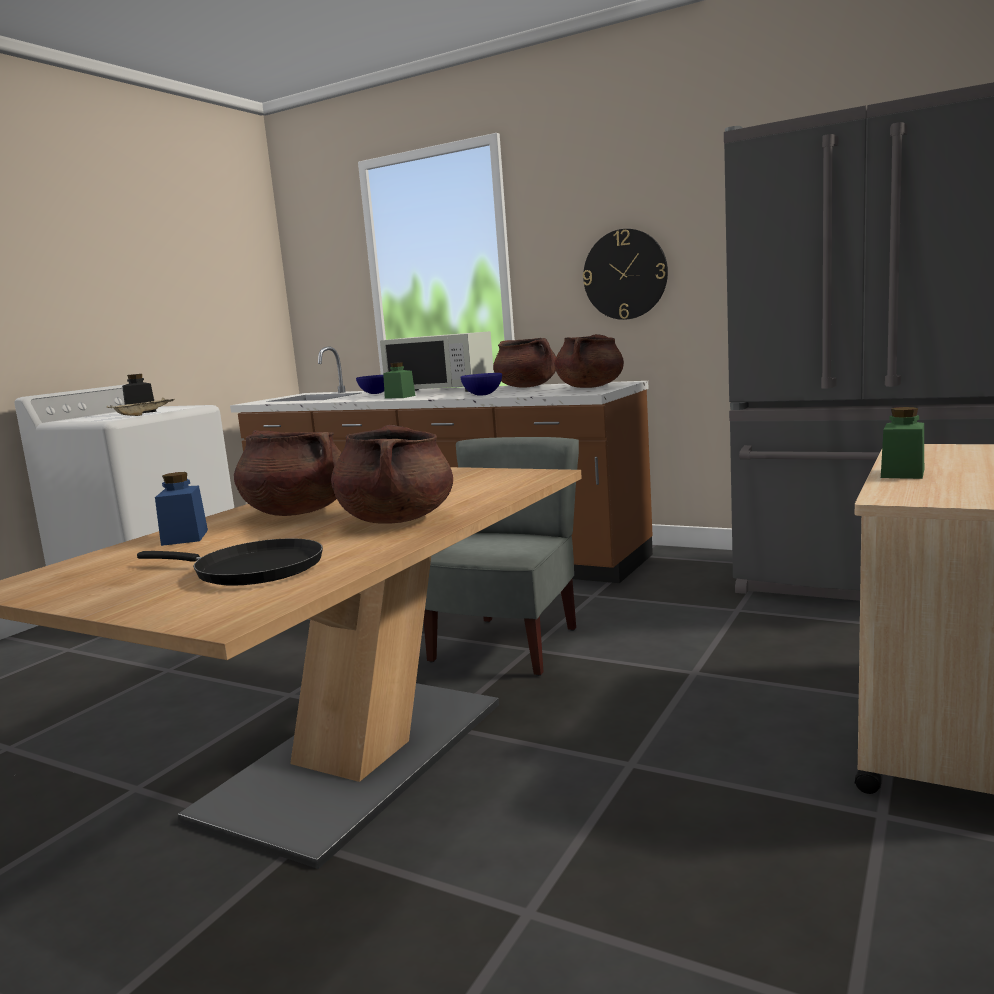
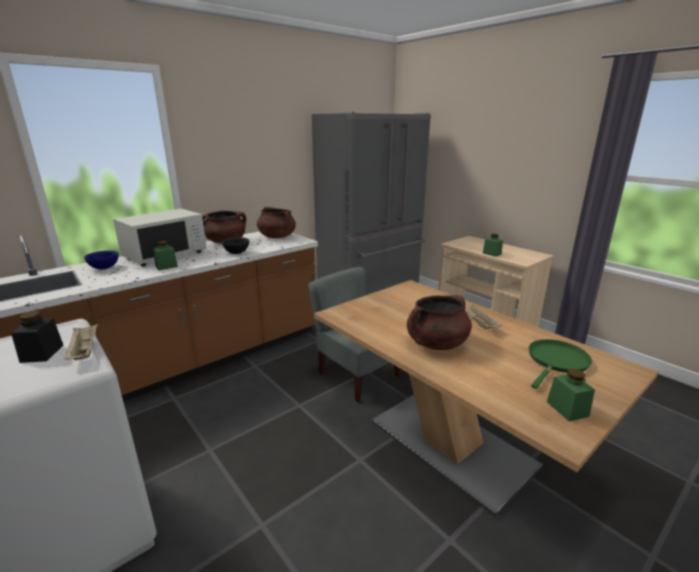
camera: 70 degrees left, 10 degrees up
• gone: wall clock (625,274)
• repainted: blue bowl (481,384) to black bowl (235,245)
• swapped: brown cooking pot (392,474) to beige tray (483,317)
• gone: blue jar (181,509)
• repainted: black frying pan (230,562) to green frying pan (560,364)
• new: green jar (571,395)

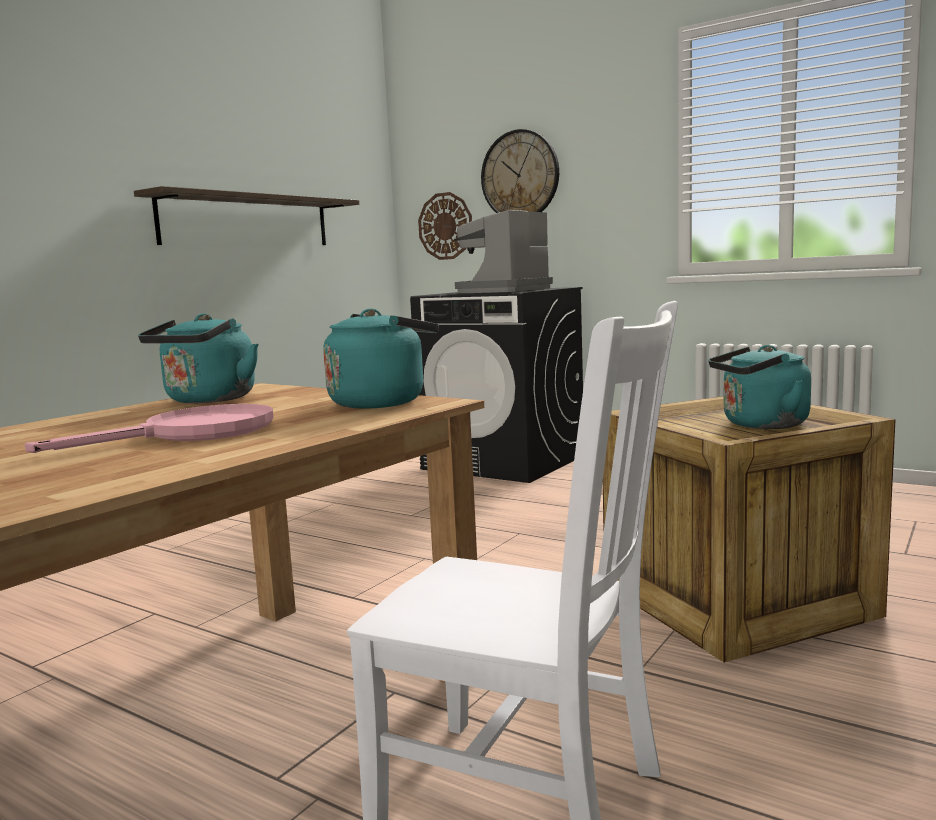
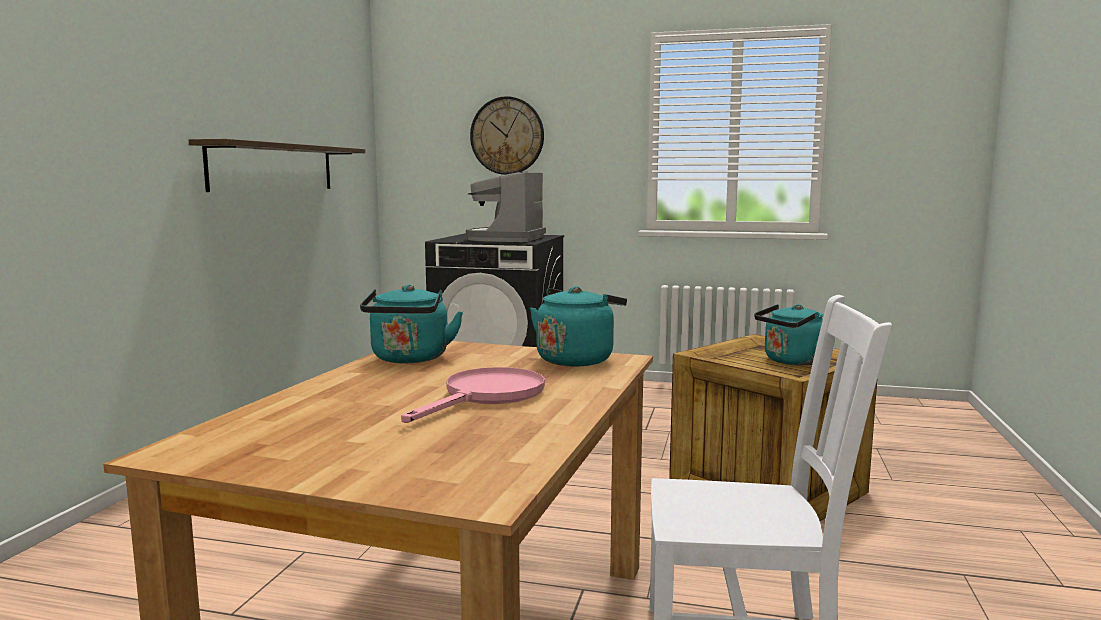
camera: 20 degrees left, 0 degrees up
• gone: wall clock (445,226)

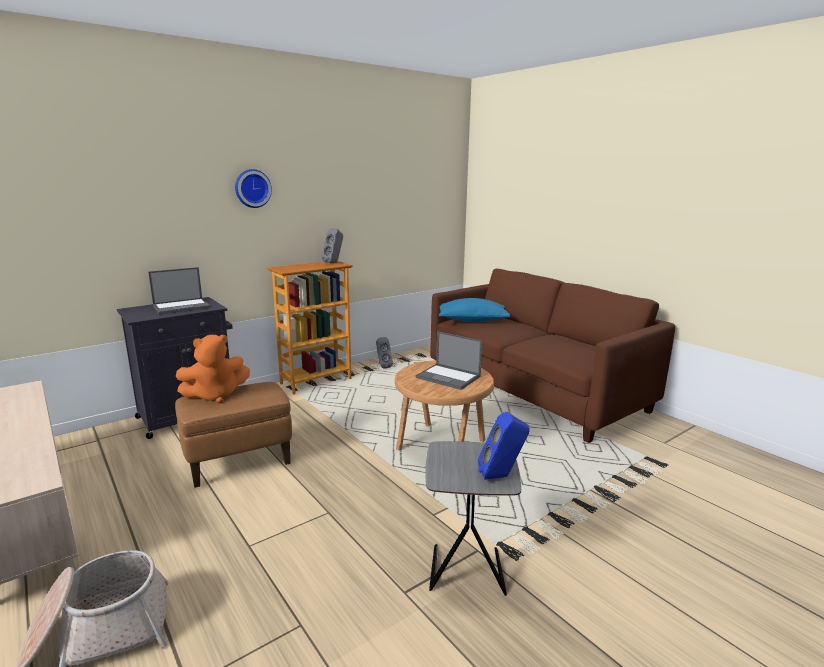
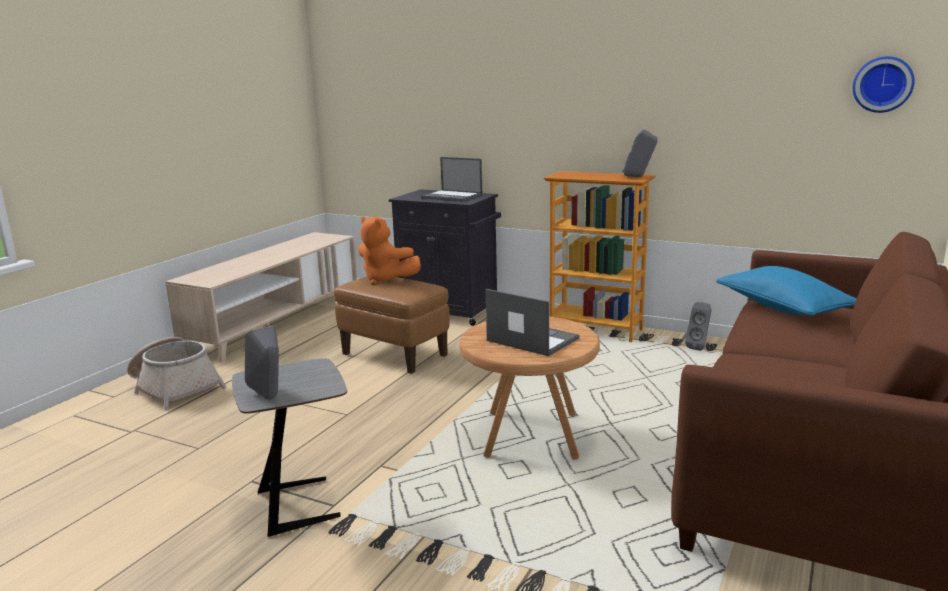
camera: 65 degrees right, 0 degrees up
• shifted: wall clock (253,188) to (884,84)
• rotated: laptop (449,360) = (533,322) 120 degrees clockwise
• repainted: blue speaker (503,445) to grey speaker (262,362)

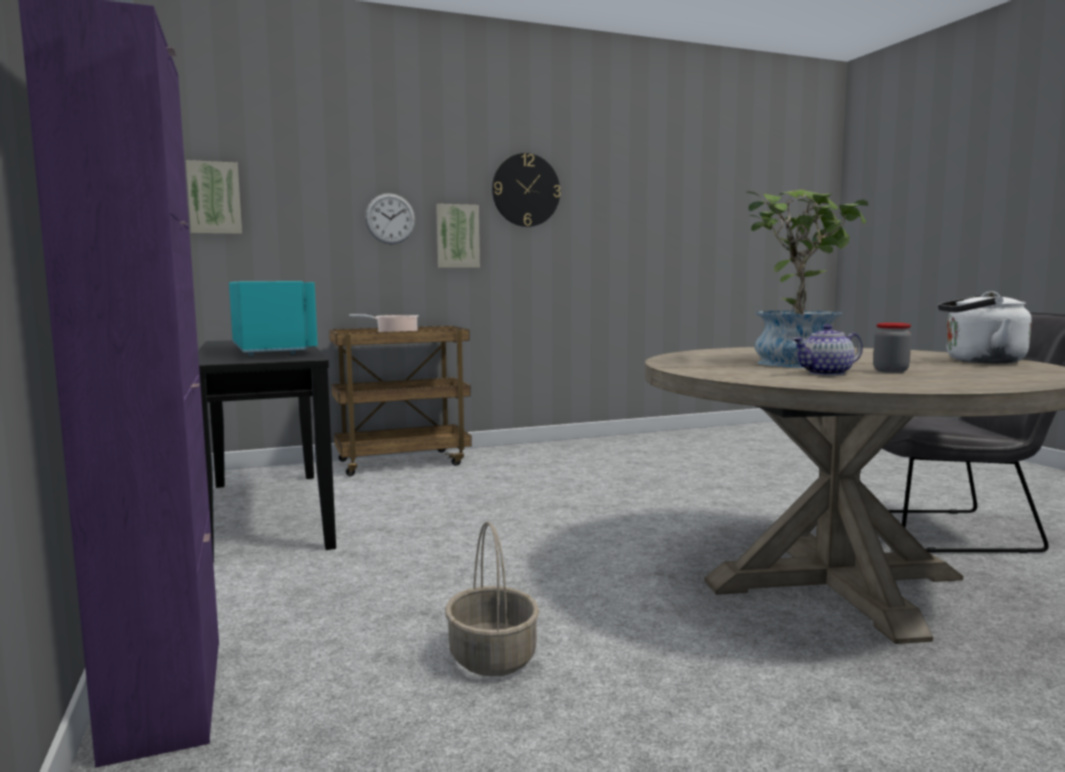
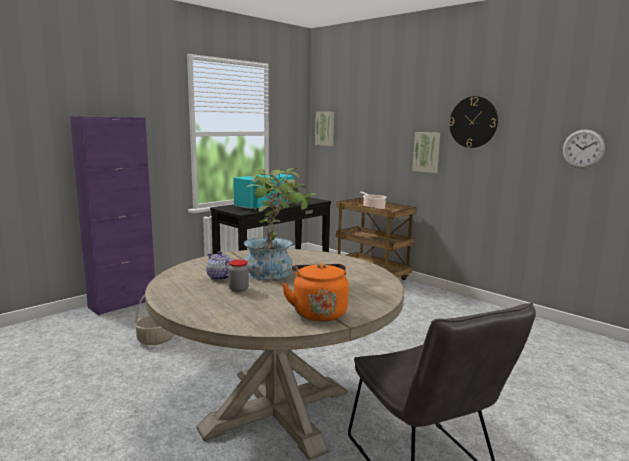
camera: 65 degrees right, 5 degrees up
• shifted: wall clock (390,218) to (584,148)
• repainted: white kettle (985,327) to orange kettle (315,292)

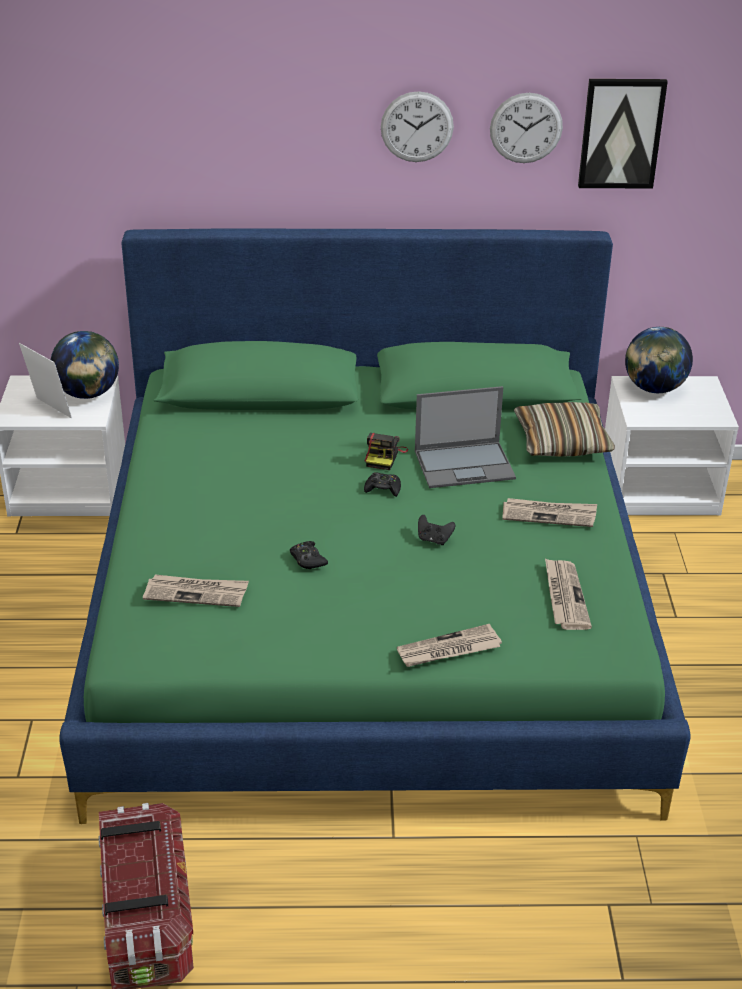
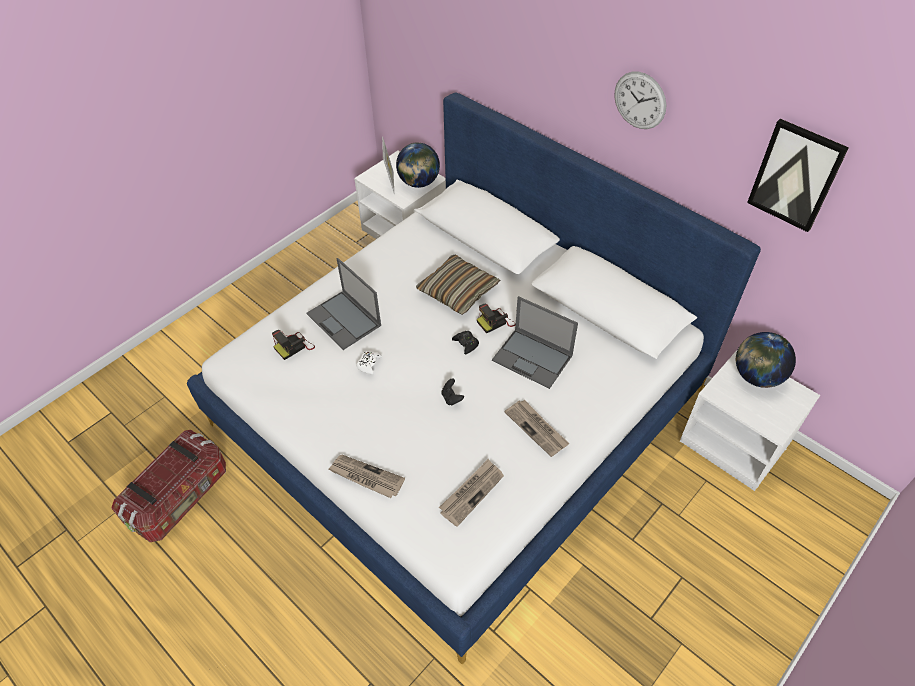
camera: 45 degrees right, 15 degrees up
• gone: wall clock (526,128)
• repainted: green bed (375,526) to white bed (474,378)
• shifted: pillow (564,429) to (458,285)
• repainted: black game controller (309,555) to white game controller (369,363)
• swapped: newspaper (196,591) to photo camera (293,345)
• new: laptop (343,304)

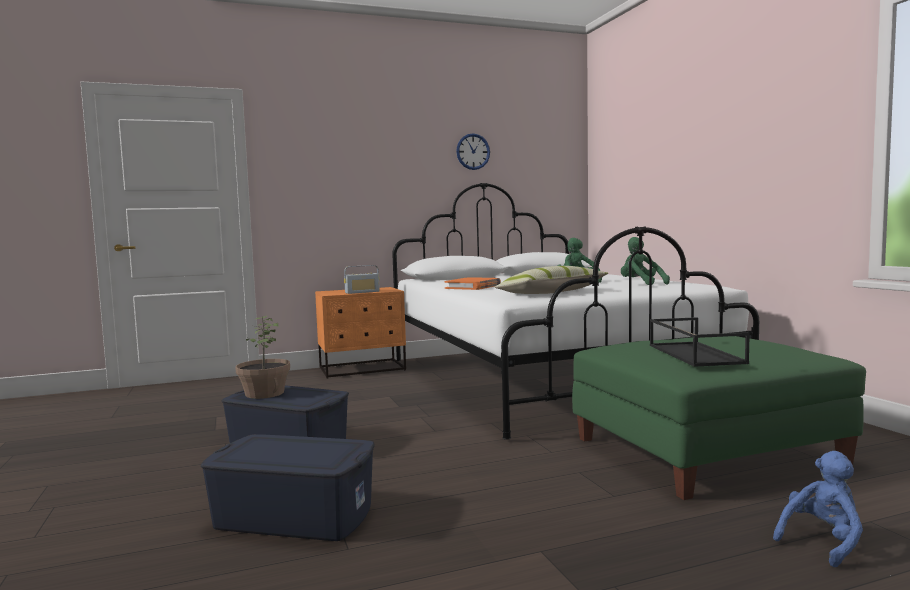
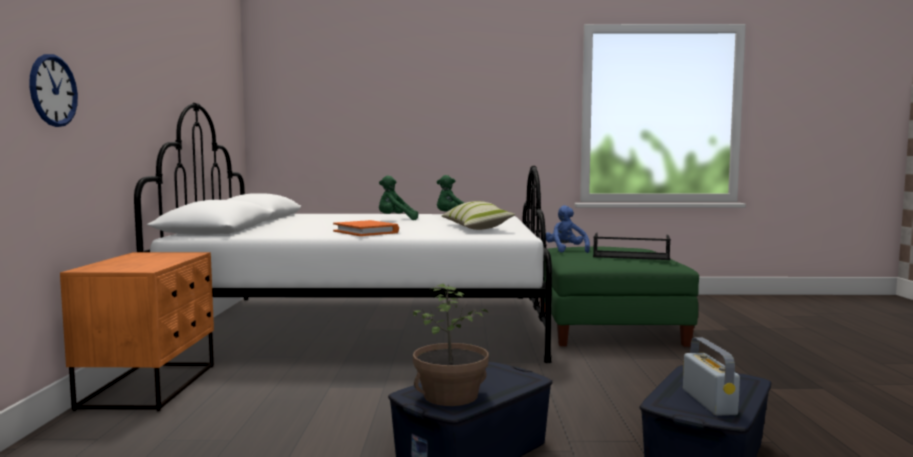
camera: 70 degrees left, 0 degrees up
• shifted: wall clock (473,151) to (53,90)
• shifted: radio (362,279) to (711,376)
• shifted: blue plush toy (818,509) to (568,229)

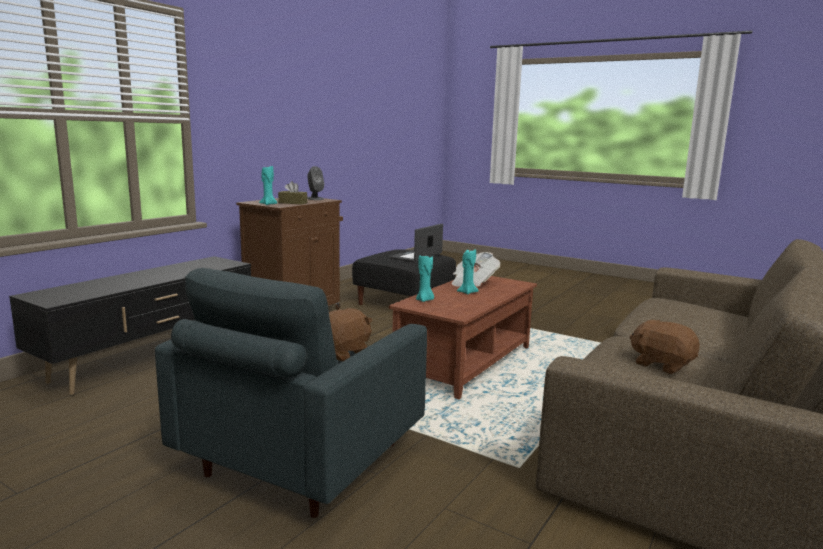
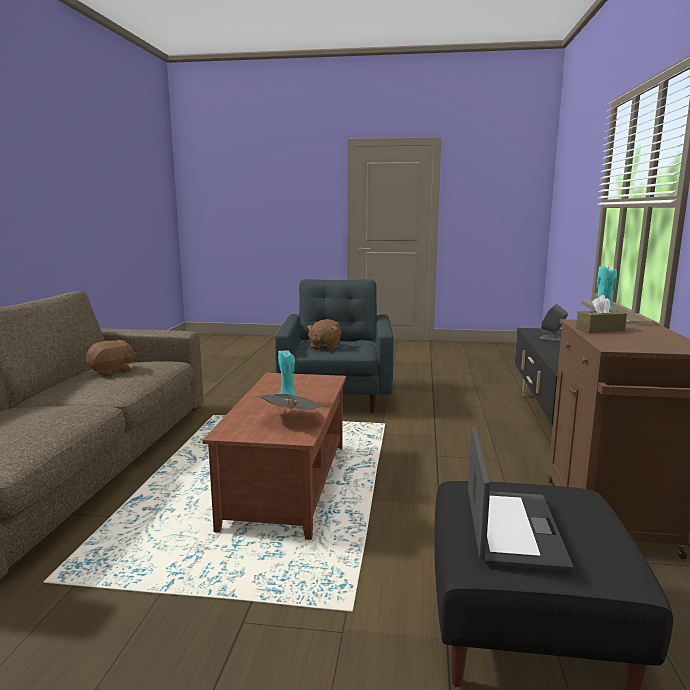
camera: 155 degrees right, 0 degrees up
• shifted: grey speaker (315,183) to (554,322)
• gone: turquoise candle (425,278)
• rotated: brown plush toy (665,347) = (111,358) 60 degrees counterclockwise

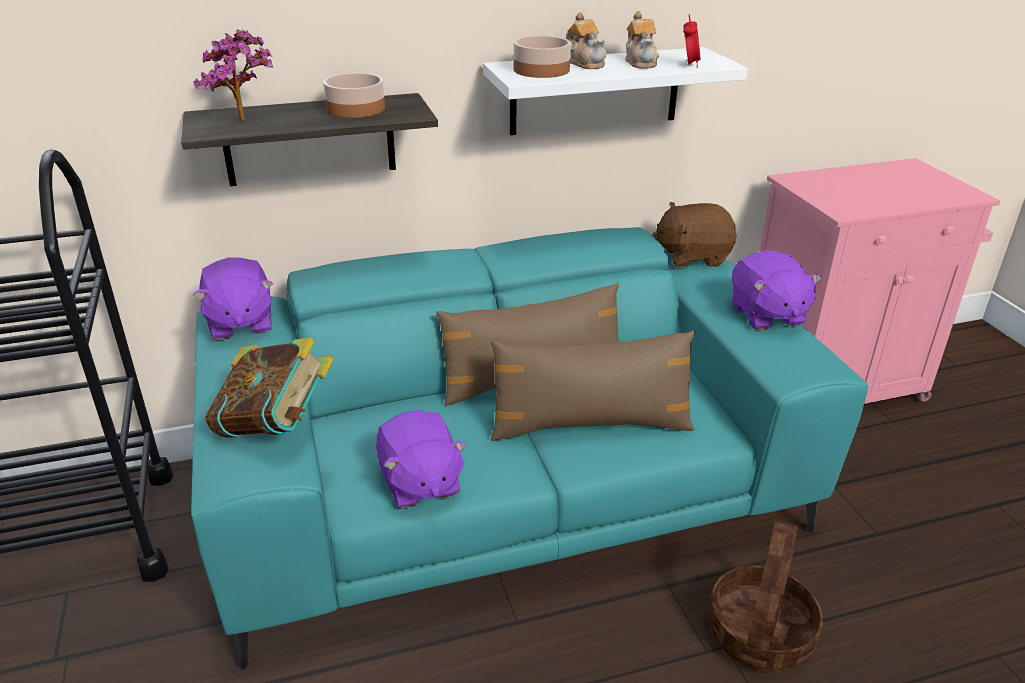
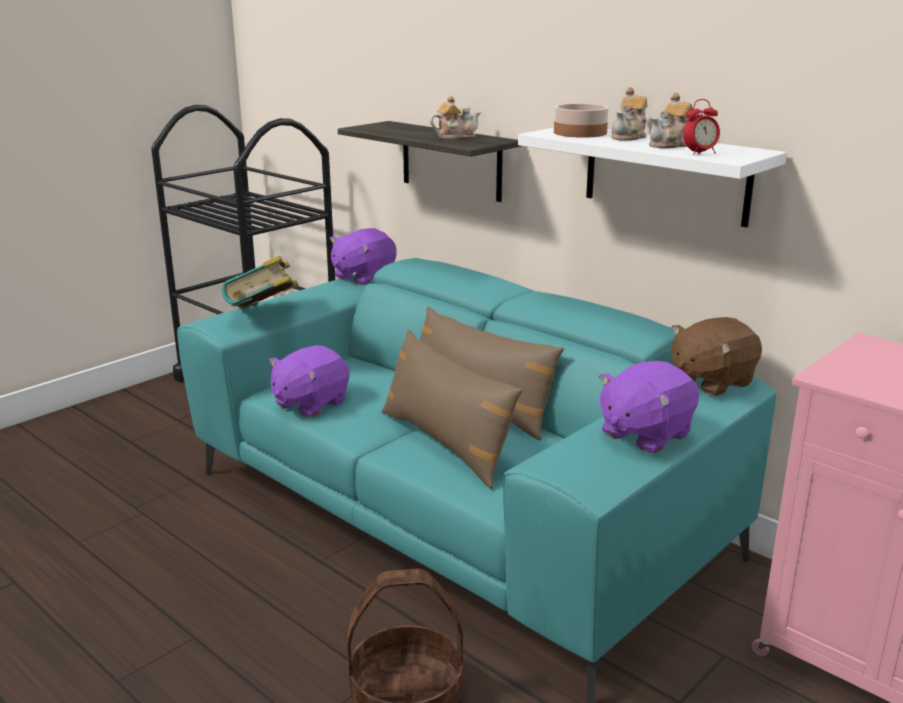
camera: 60 degrees right, 10 degrees down
• gone: potted plant (233,75)
• swapped: bowl (354,95) to teapot (455,117)
• rotated: brown plush toy (694,234) = (716,356) 90 degrees counterclockwise

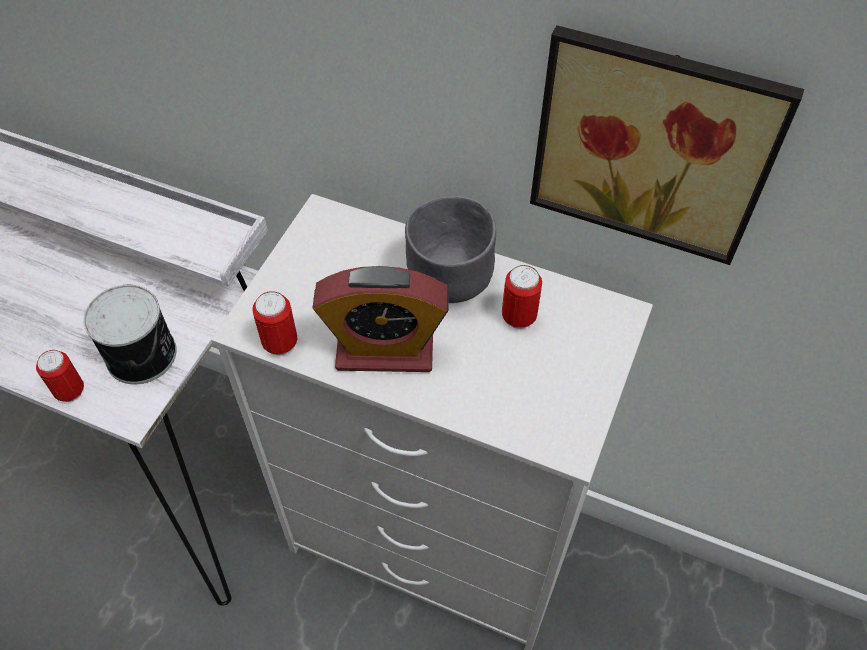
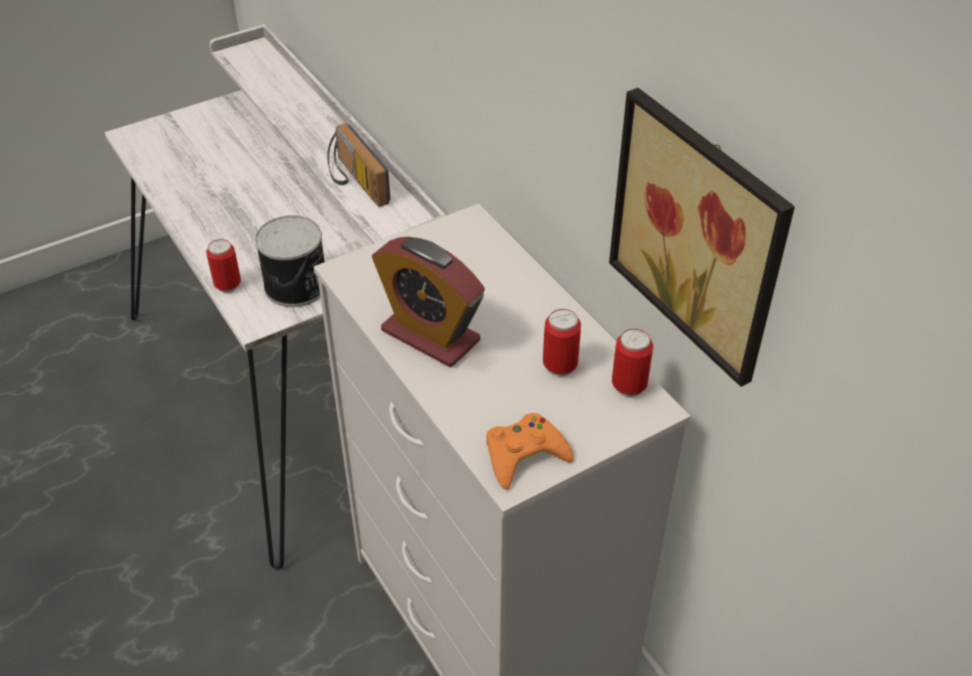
camera: 35 degrees right, 10 degrees down
• gone: grey bowl (450,249)
• shifted: can (274,323) to (632,363)
• new: radio (359,165)
• new: orange game controller (530,451)

